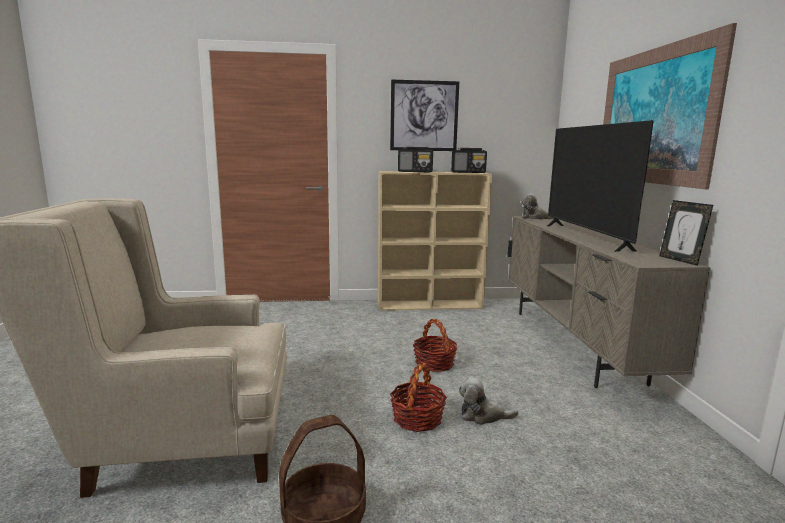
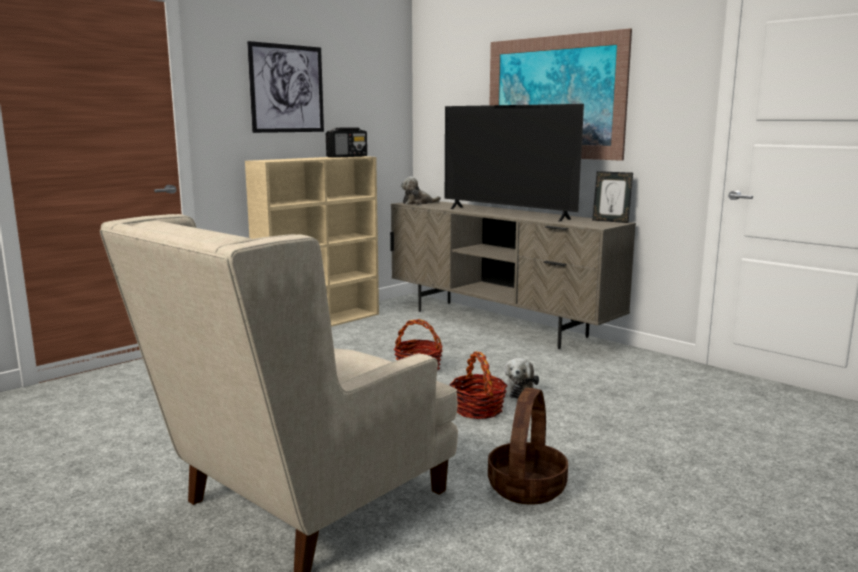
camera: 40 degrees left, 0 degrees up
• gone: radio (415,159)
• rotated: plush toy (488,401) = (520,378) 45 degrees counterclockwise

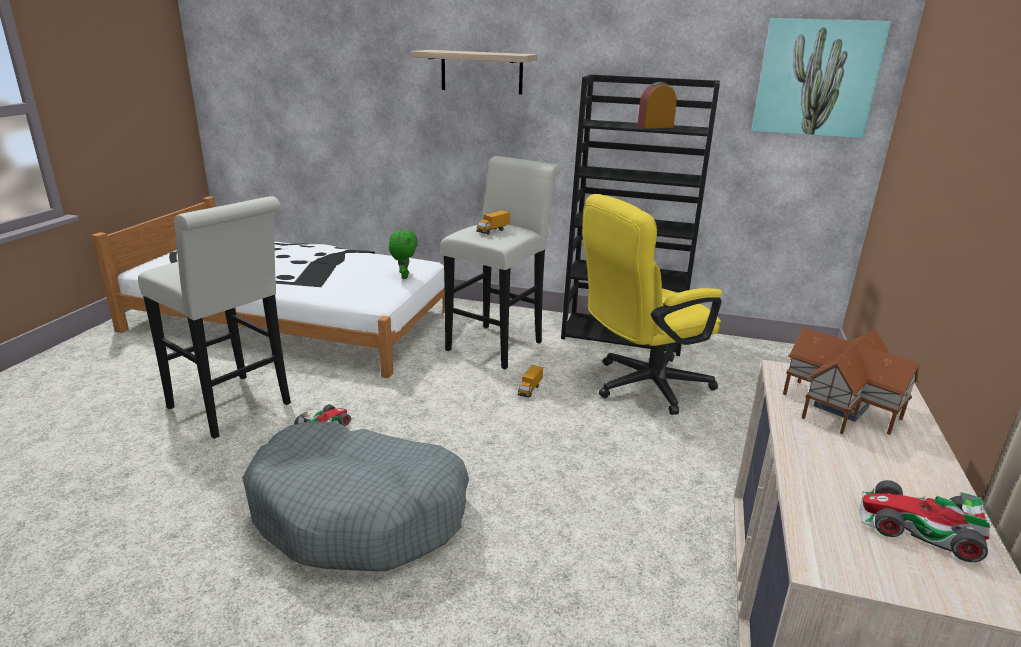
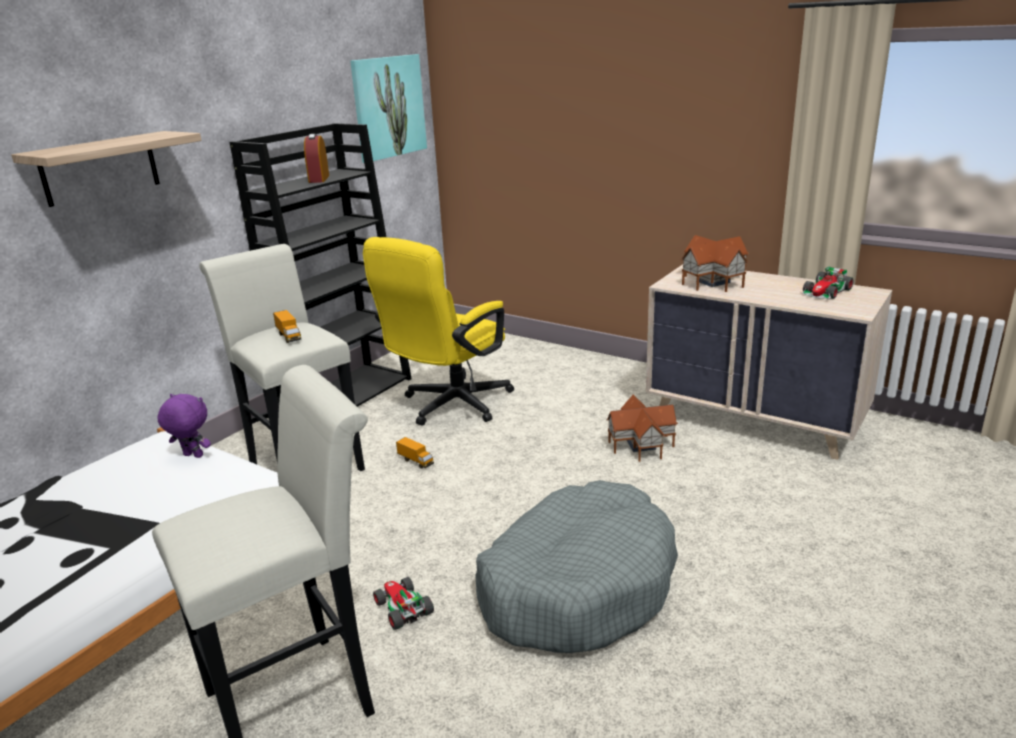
camera: 70 degrees left, 0 degrees up
• rotated: yellow office chair (652,304) = (438,331) 45 degrees clockwise
• repainted: green plush toy (403,254) to purple plush toy (184,426)
• new: toy house (642,428)

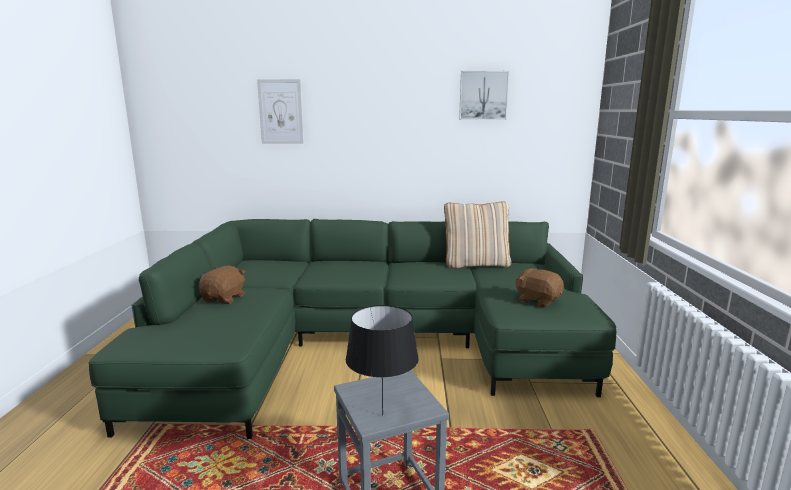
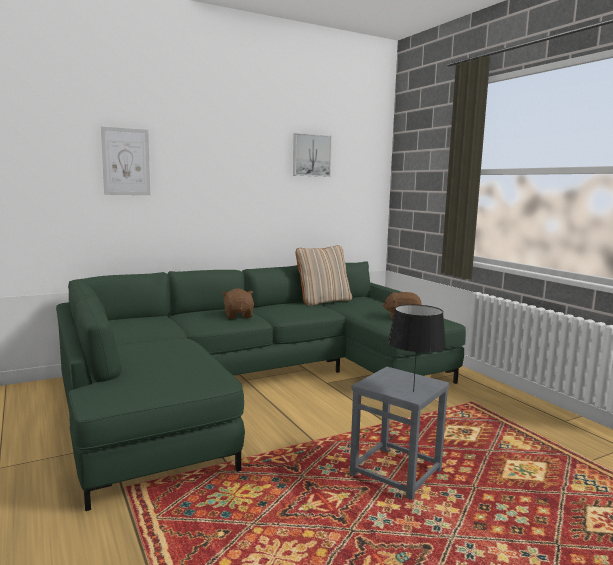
camera: 30 degrees left, 5 degrees down
• shifted: brown plush toy (222,285) to (238,303)

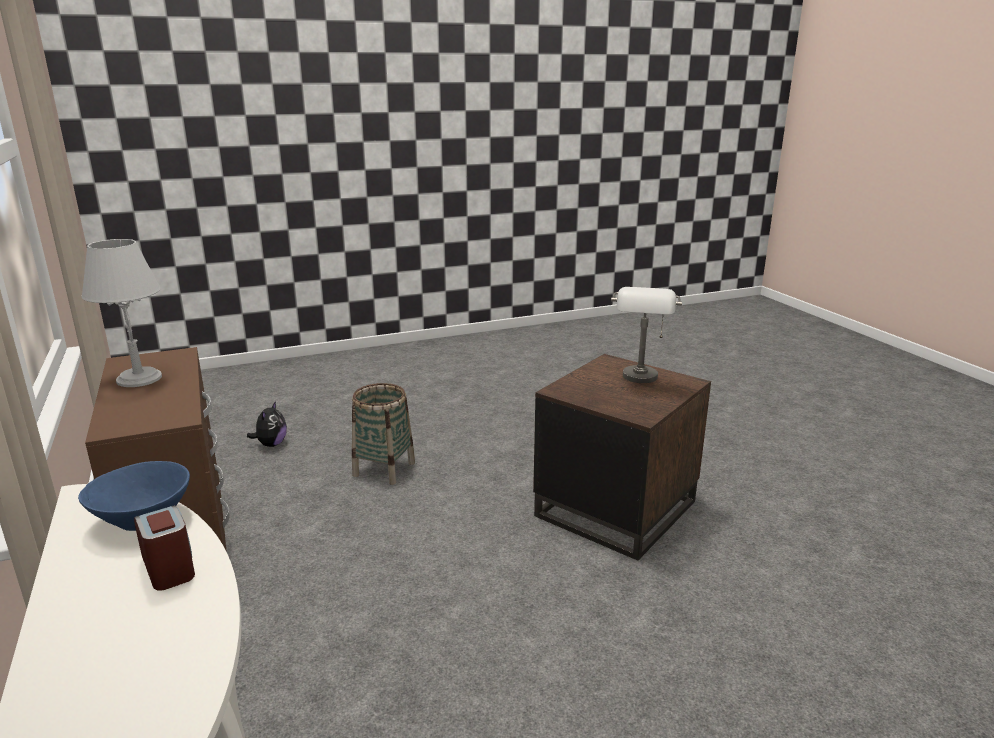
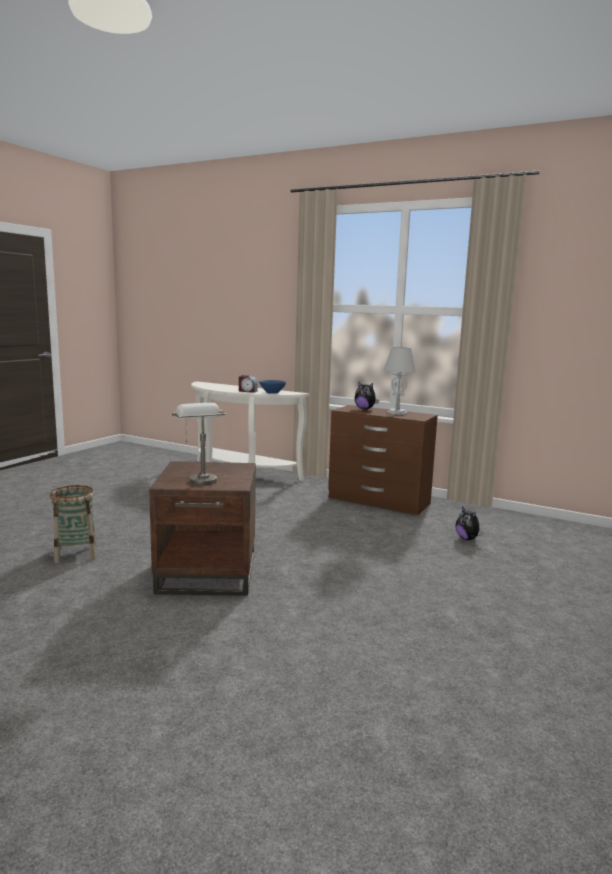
camera: 140 degrees right, 10 degrees down
• shifted: basket (383,434) to (73,524)
• new: plush toy (367,395)

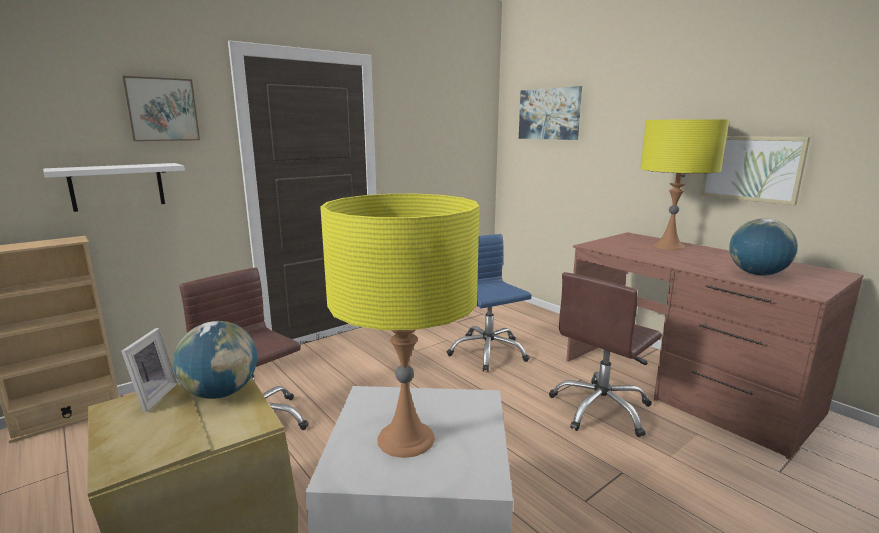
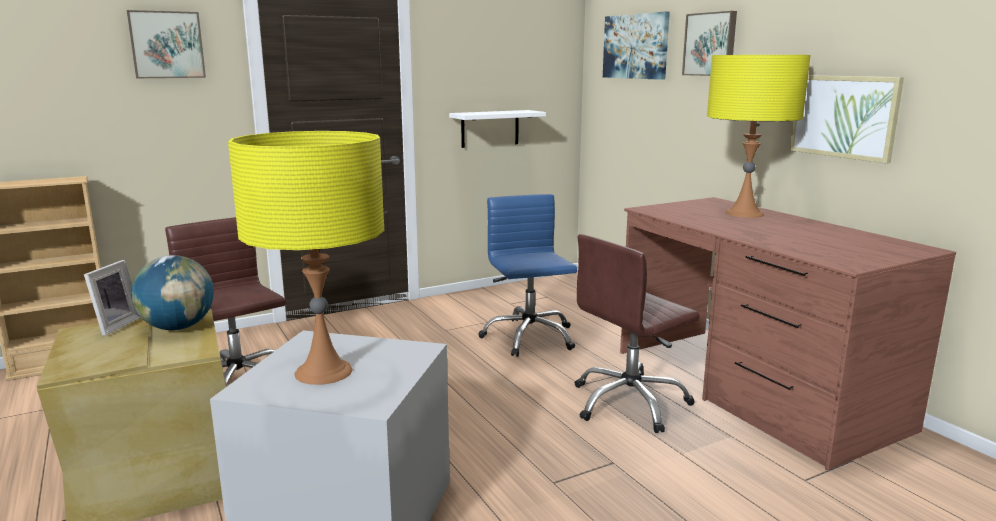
camera: 10 degrees right, 0 degrees up
• shifted: white shelf (114,187) to (497,129)
• gone: globe (763,247)
• new: picture (709,43)

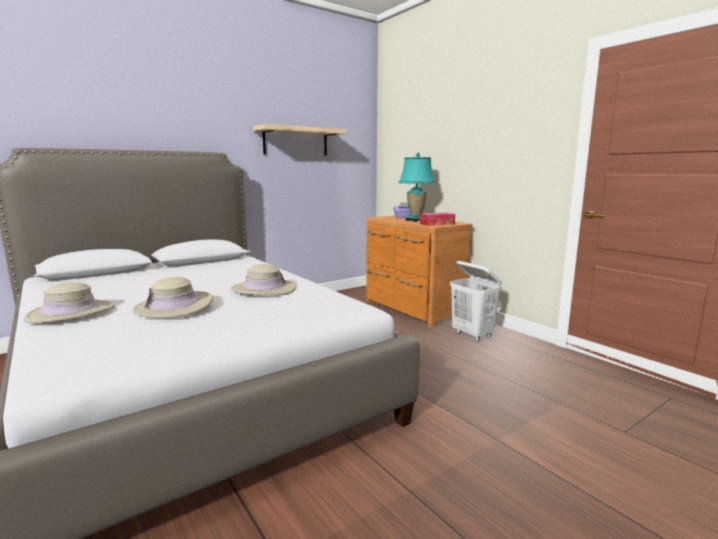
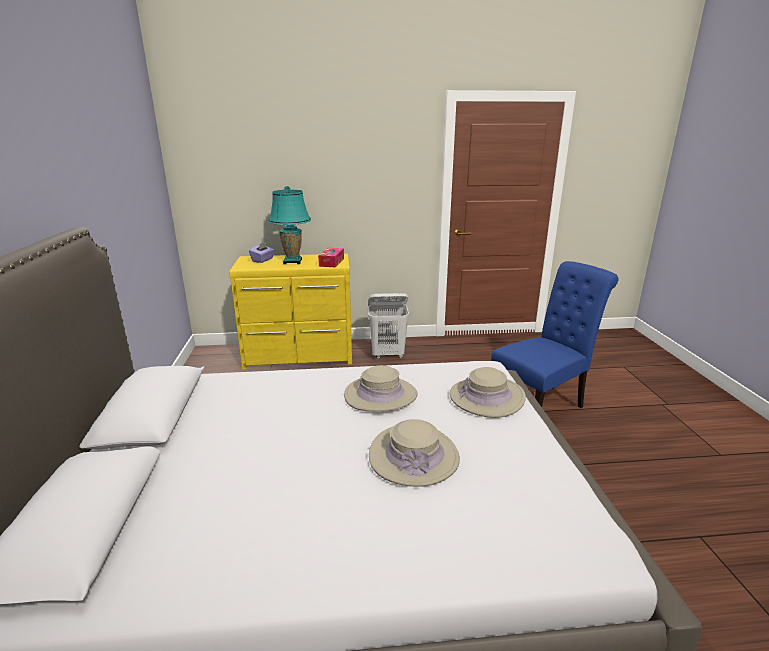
camera: 60 degrees left, 10 degrees up
• gone: shelf (300,140)
• repainted: brown dresser (419,271) to yellow dresser (290,311)
• shifted: beige hat (69,303) to (488,392)
• new: blue chair (554,334)

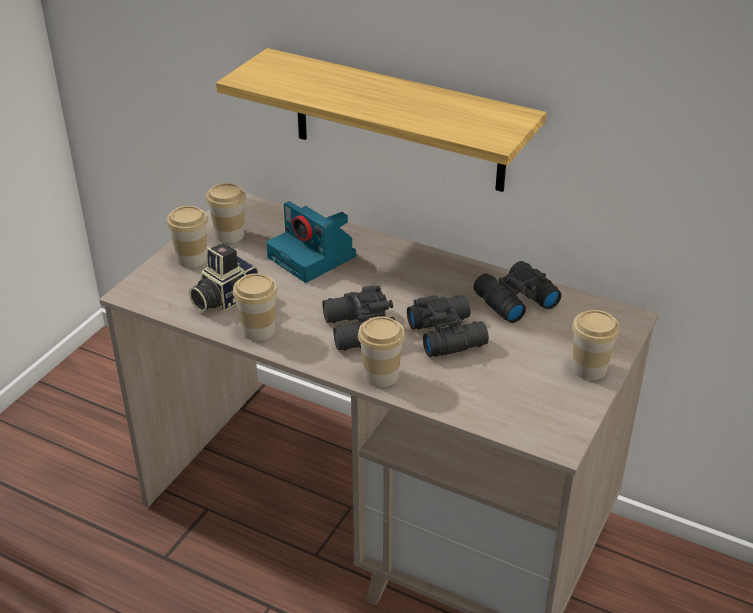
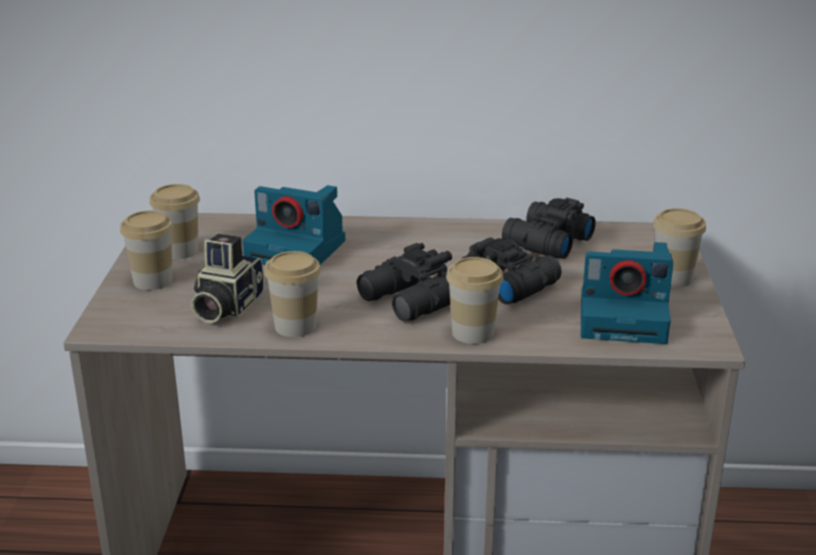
camera: 25 degrees left, 10 degrees down
• gone: shelf (381,120)
• new: photo camera (627,293)

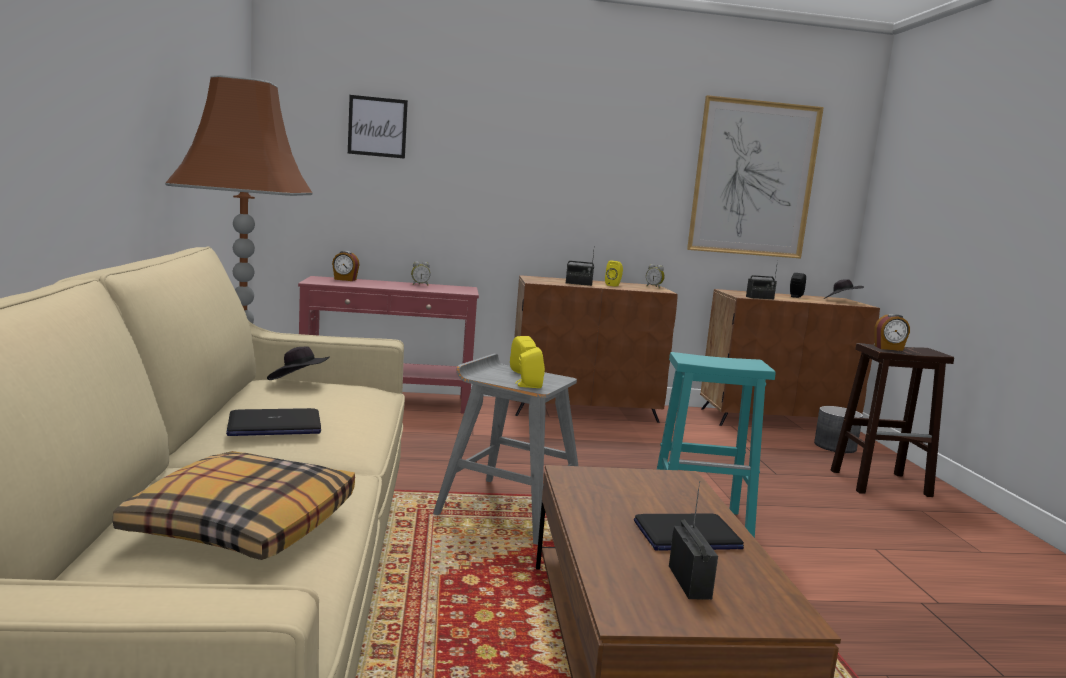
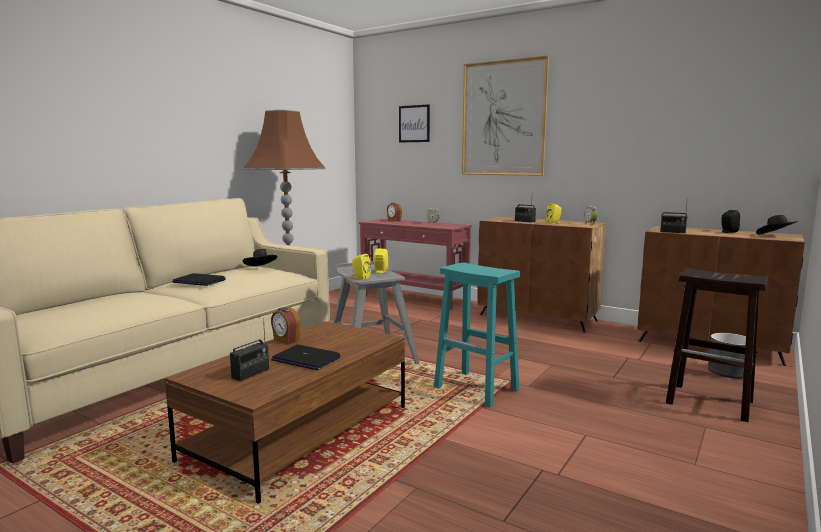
camera: 40 degrees right, 0 degrees up
• shifted: picture (755,177) to (505,115)
• shifted: alarm clock (892,332) to (285,326)
• gone: pillow (234,505)

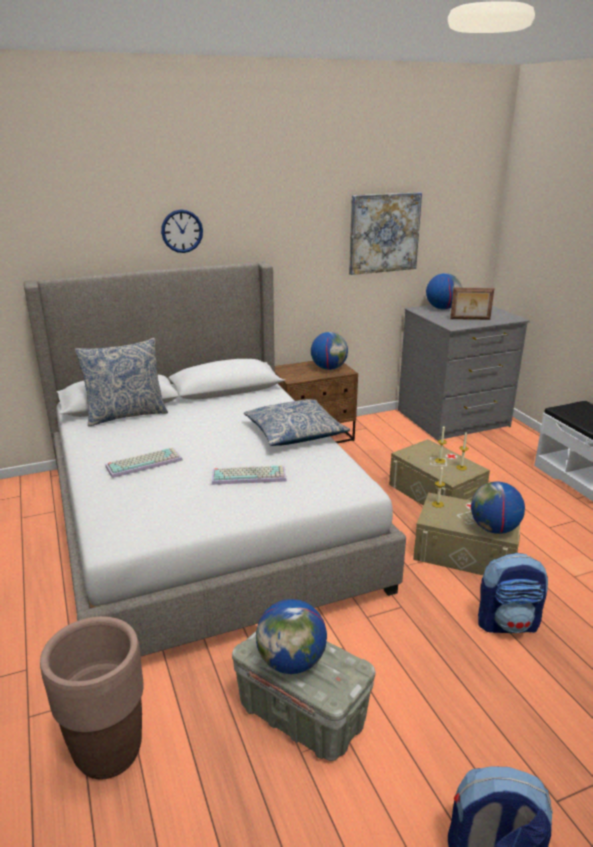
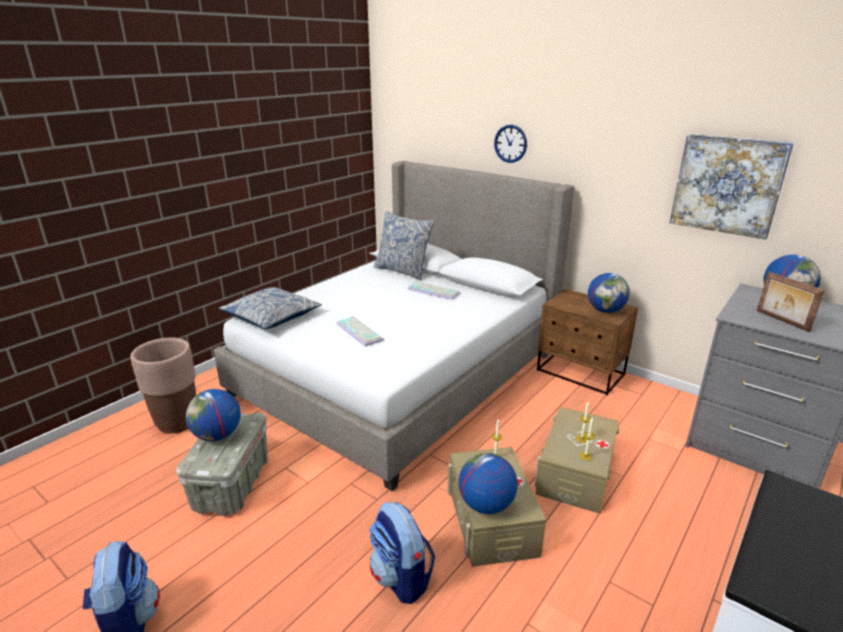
camera: 60 degrees right, 0 degrees up
• shifted: pillow (297,422) to (270,308)
• shifted: keyboard (144,462) to (434,290)

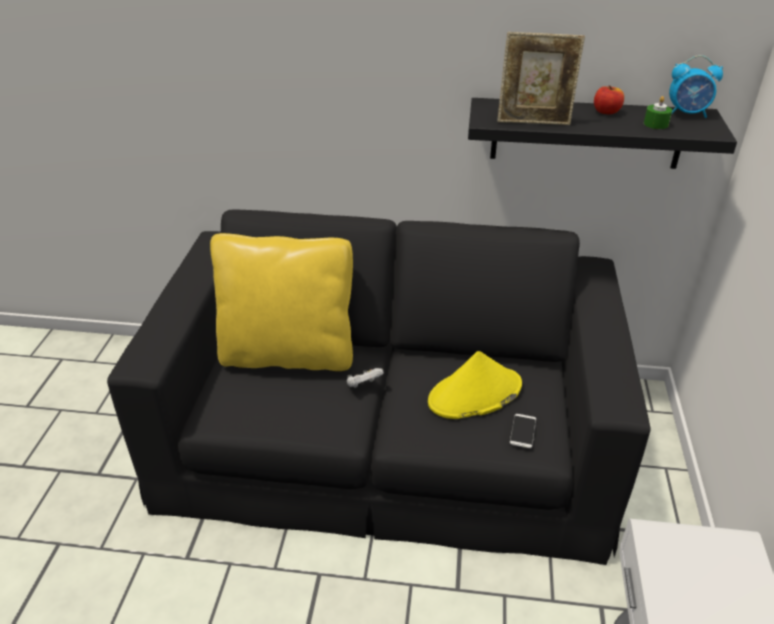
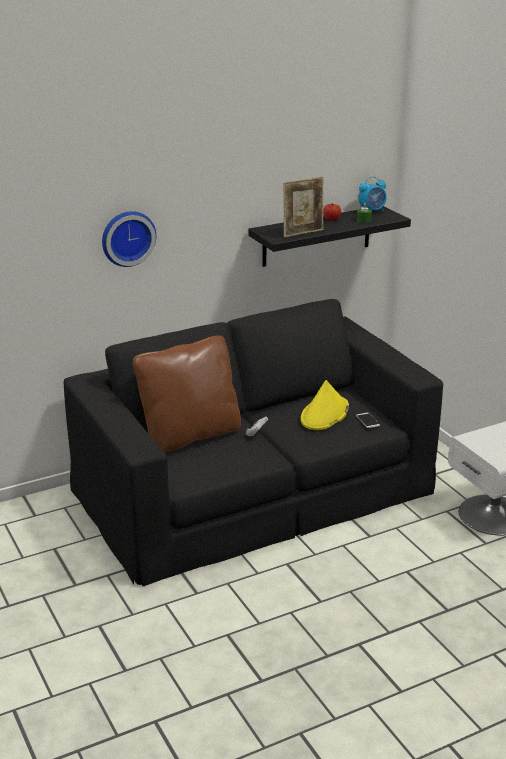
camera: 35 degrees left, 10 degrees down
• repainted: yellow pillow (281,302) to brown pillow (187,394)
• new: wall clock (129,239)

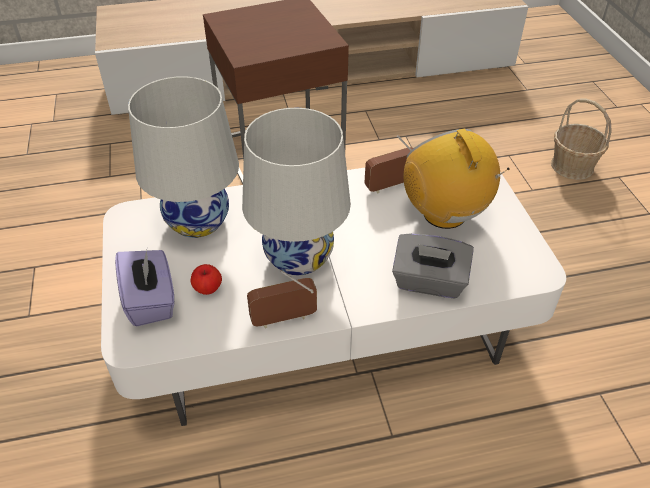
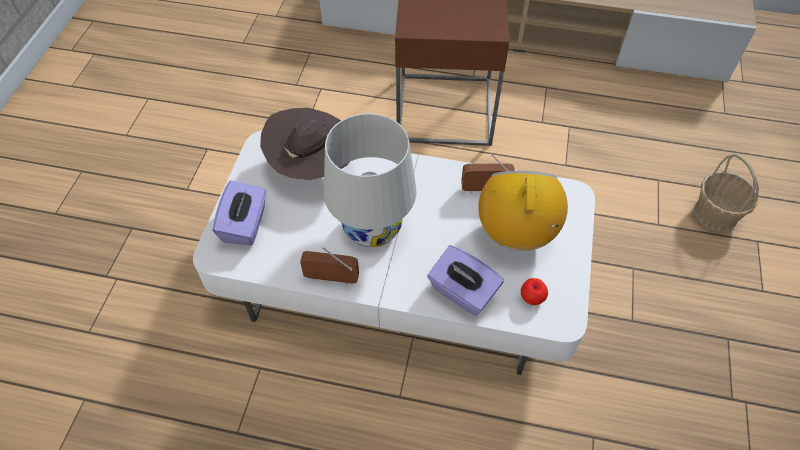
camera: 25 degrees right, 10 degrees up
• swapped: white table lamp (183,157) to brown hat (304,144)
• repainted: grey tissue box (433,265) to purple tissue box (465,280)
• shifted: apple (206,279) to (534,291)

